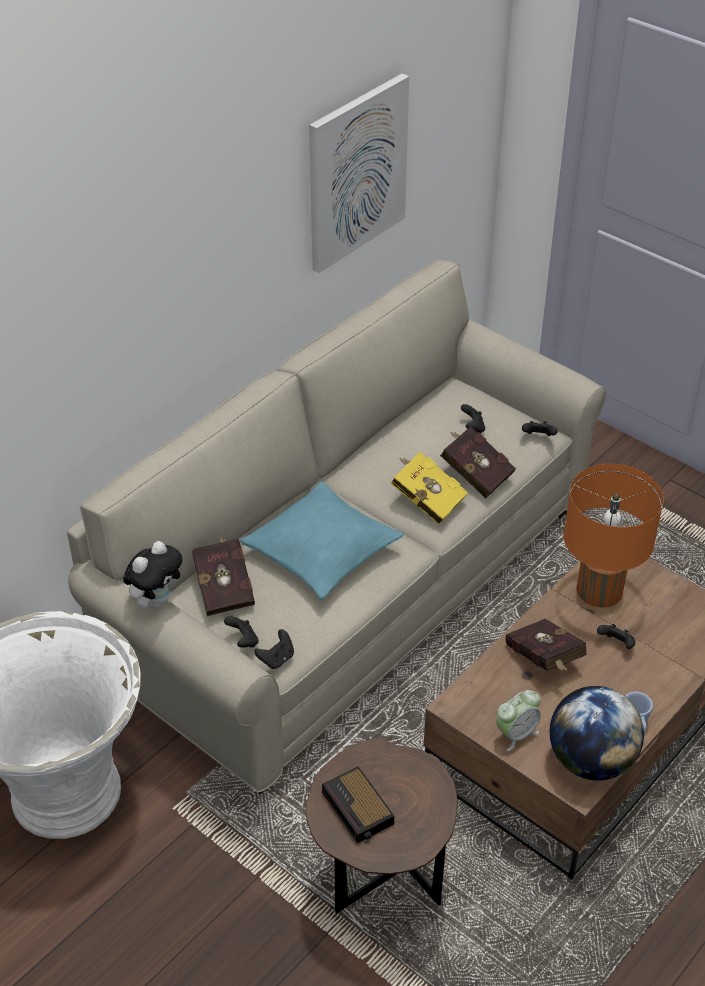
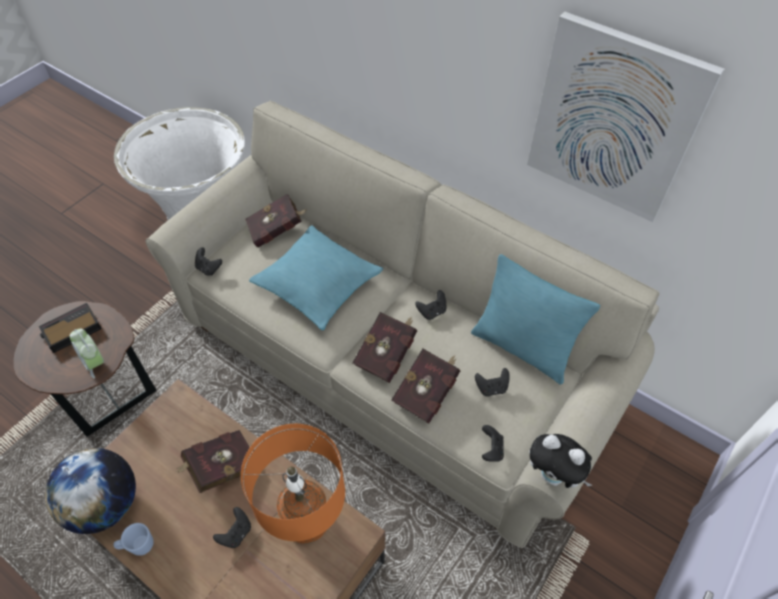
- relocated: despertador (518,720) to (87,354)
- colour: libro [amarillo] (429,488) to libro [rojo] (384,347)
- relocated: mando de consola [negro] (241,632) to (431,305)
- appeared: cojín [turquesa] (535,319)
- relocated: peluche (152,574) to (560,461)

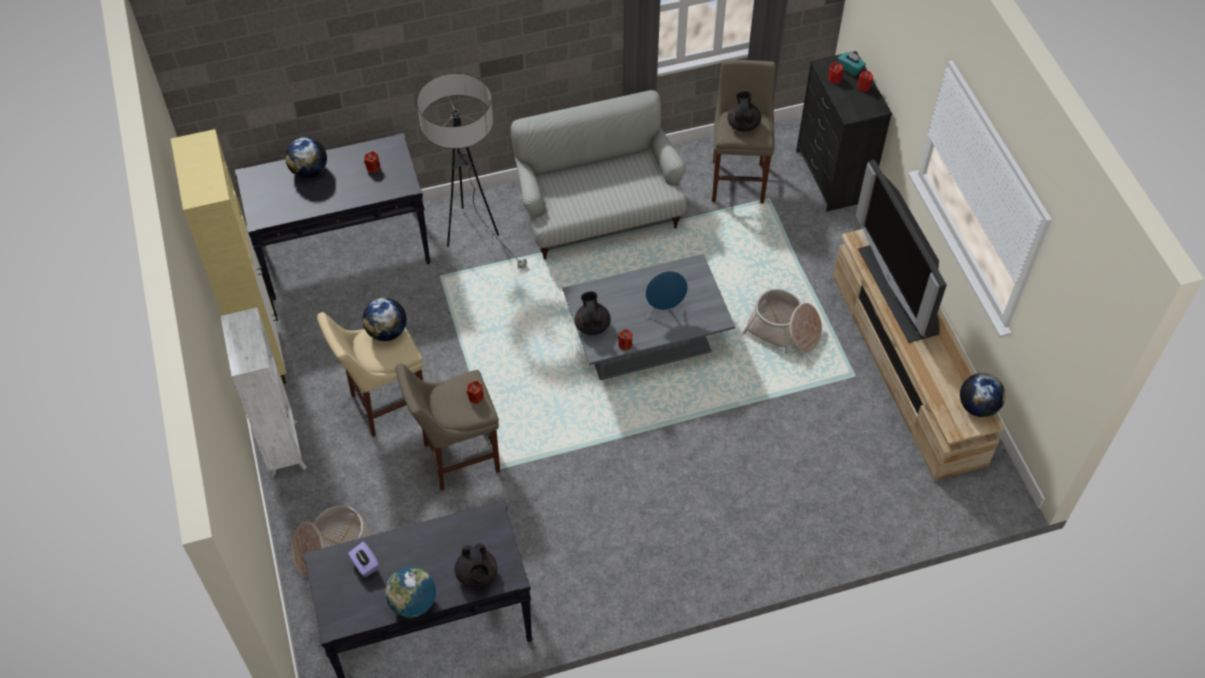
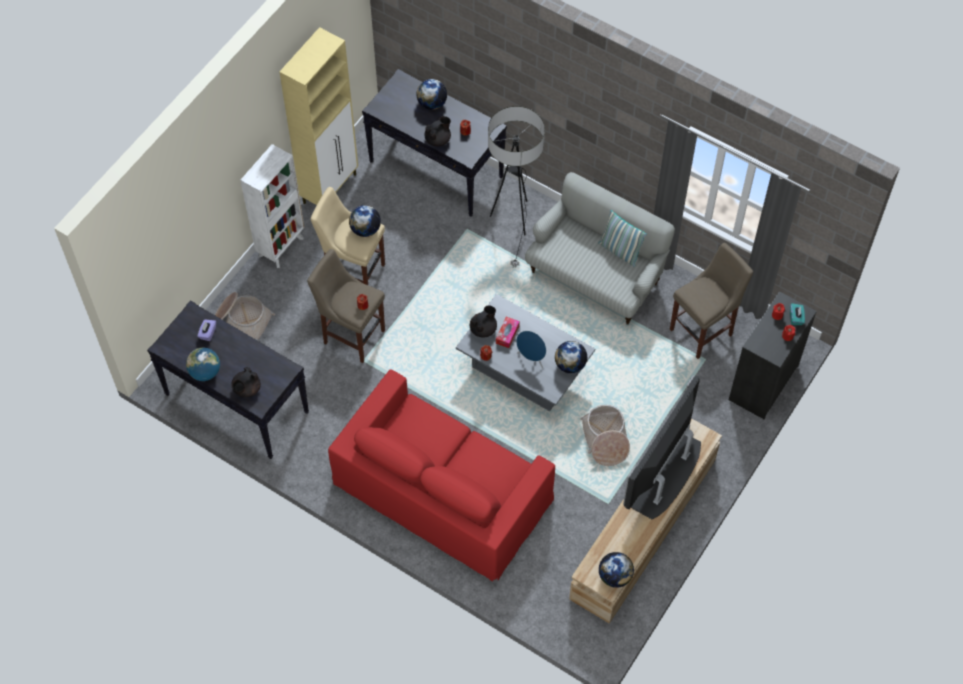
- appeared: sofá [rojo] (441,475)
- relocated: tetera [negro] (744,111) to (438,131)
- appeared: caja de pañuelos (508,332)
- appeared: globo terráqueo (571,357)
- appeared: cojín (622,238)

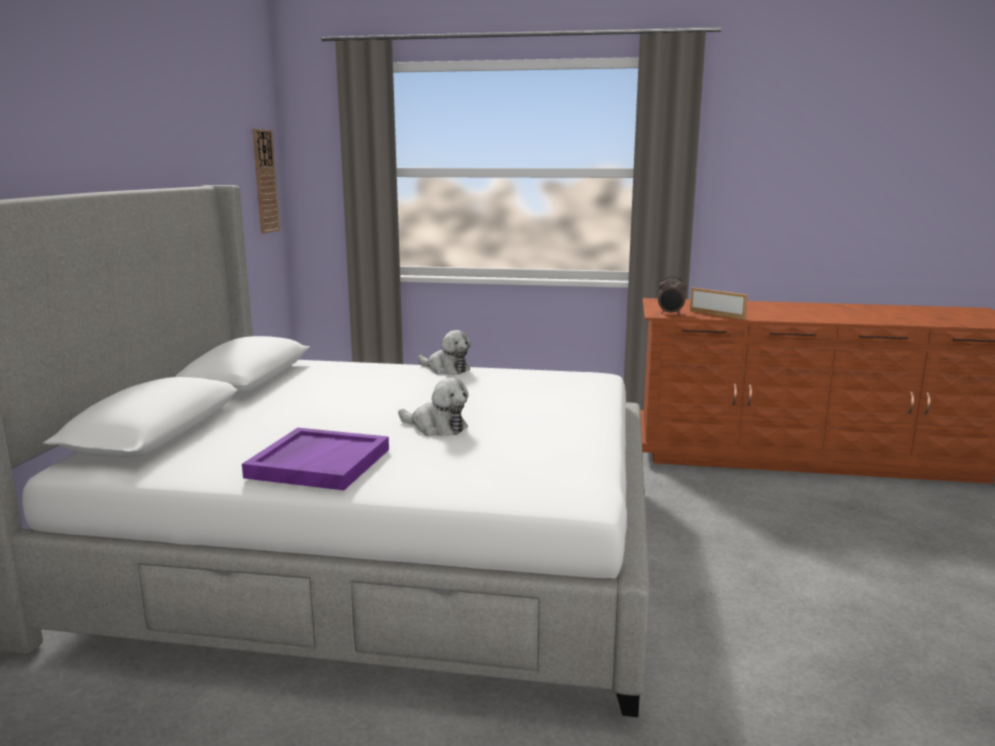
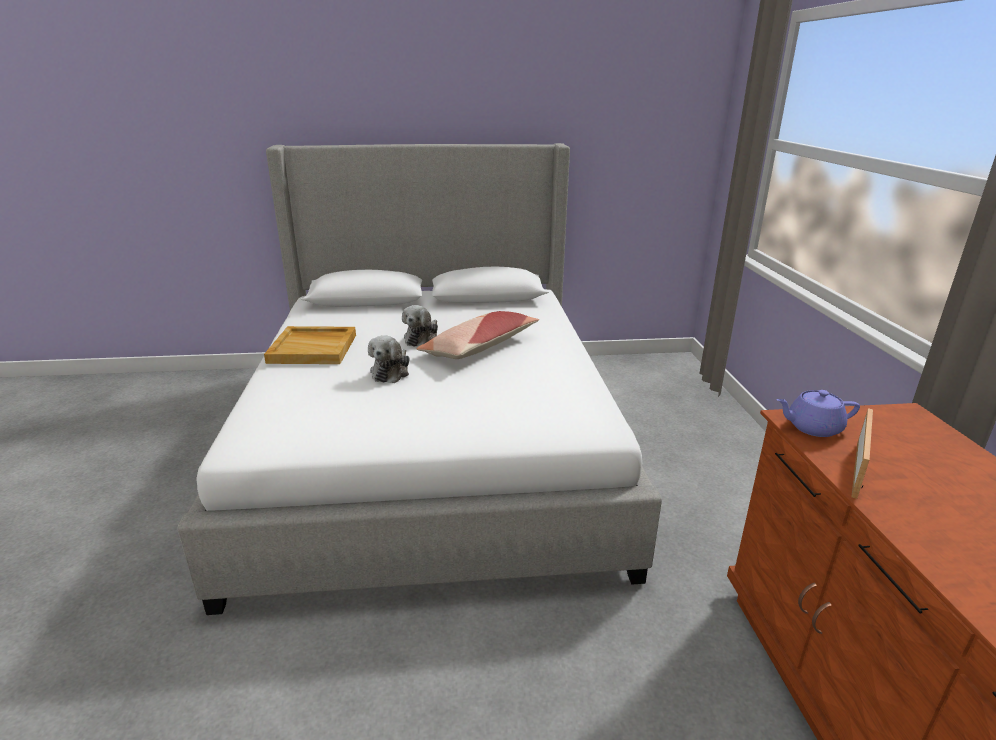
- colour: bandeja [morado] (315,459) to bandeja [beis] (310,345)
- relocated: peluche (444,352) to (420,326)
- appeared: cojín (477,335)
- exchanged: despertador (672,295) to tetera [morado] (818,413)
- missing: reloj de pared (266,181)

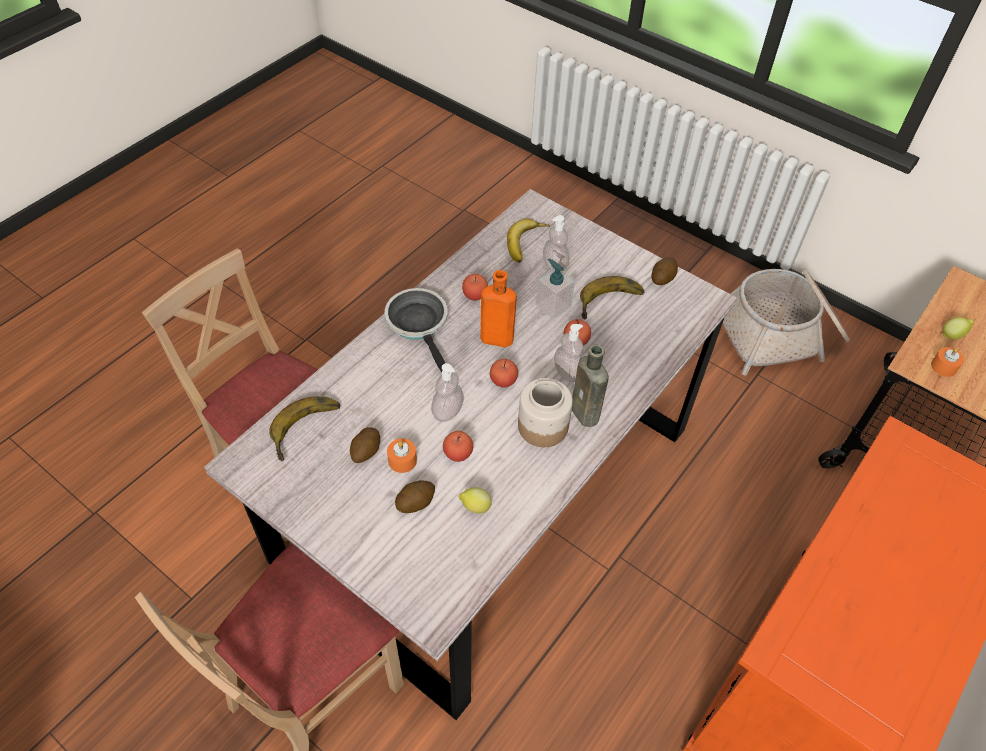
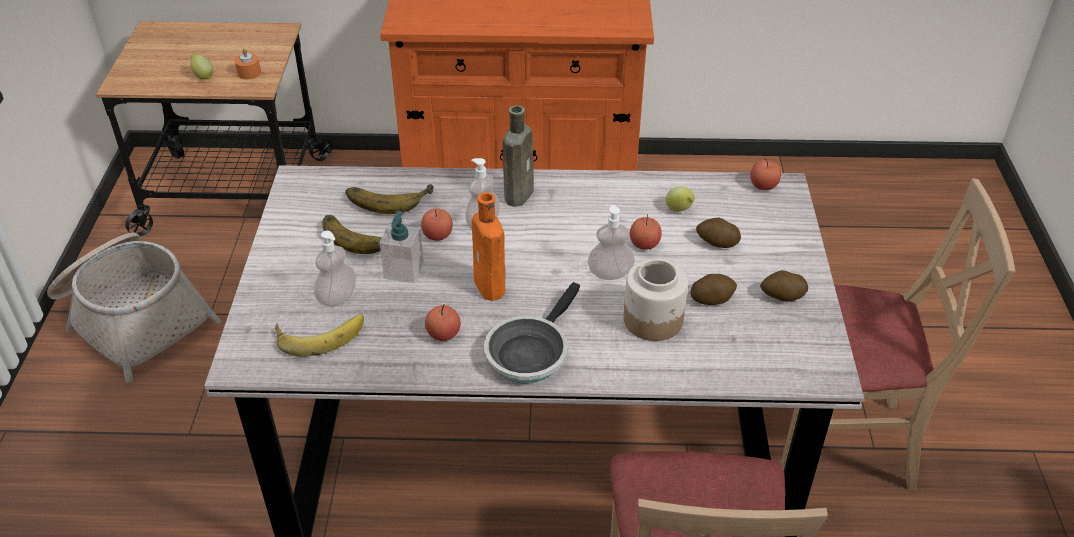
- relocated: plátano (304,428) to (389,199)
- relocated: tarro (545,412) to (655,300)
- relocated: manzana (504,373) to (765,174)
- relocated: patata (664,271) to (784,285)
- missing: vela [naranja] (402,455)

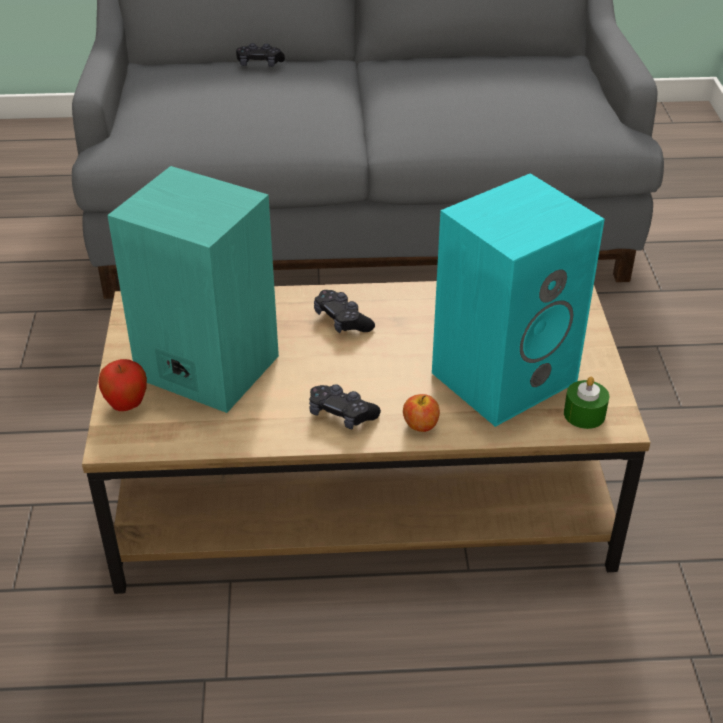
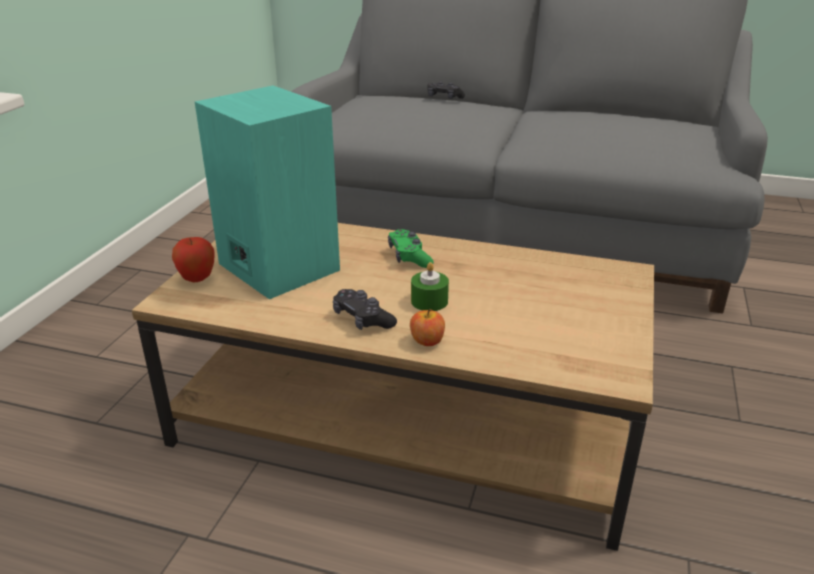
- colour: mando de consola [negro] (344,311) to mando de consola [verde] (411,248)
- relocated: vela [verde] (586,403) to (430,286)
- missing: altavoz [turquesa] (518,300)

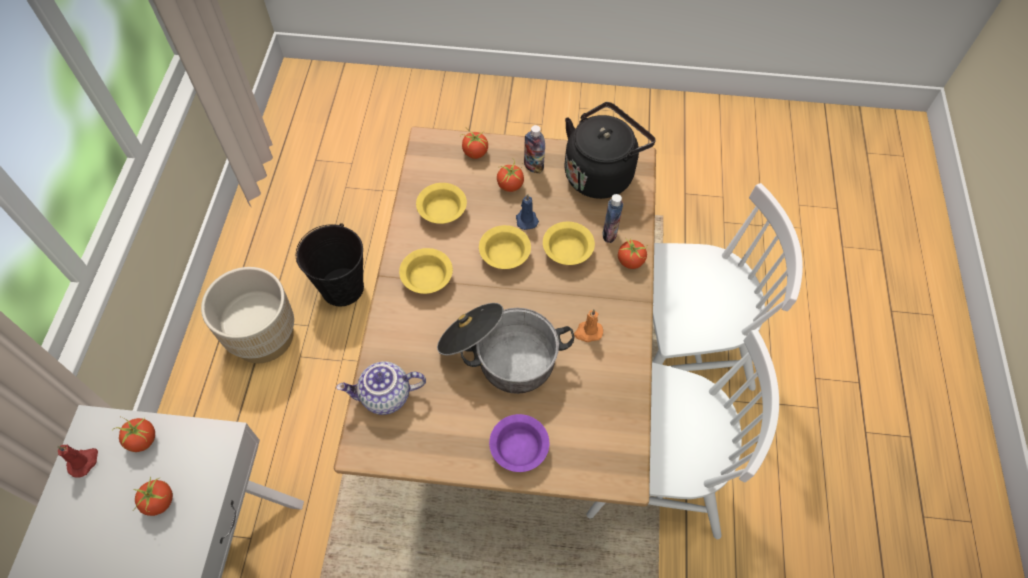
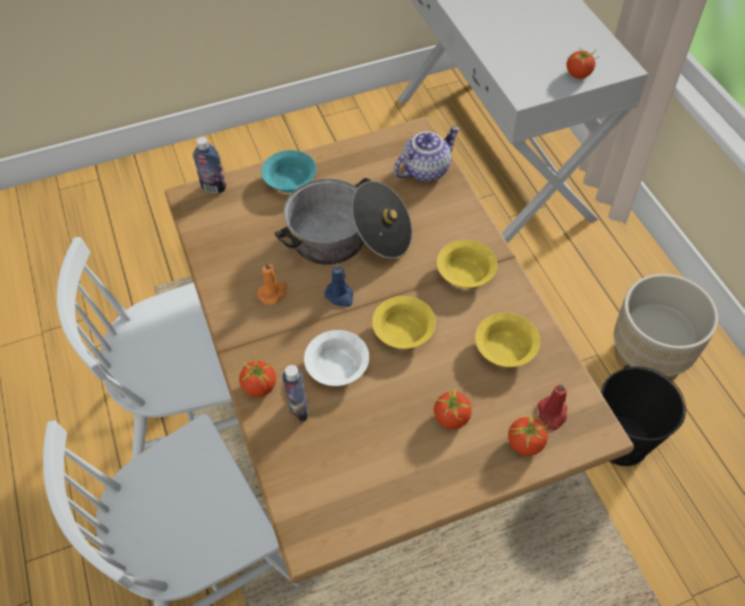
- relocated: botella (534,149) to (209,165)
- colour: cuenco [morado] (519,443) to cuenco [turquesa] (288,171)
- colour: cuenco [amarillo] (569,243) to cuenco [blanco] (336,358)
- relocated: vela [azul] (527,212) to (338,285)
- relocated: vela [rojo] (77,461) to (553,407)
- missing: tomate (153,496)
- missing: hervidor [negro] (610,150)

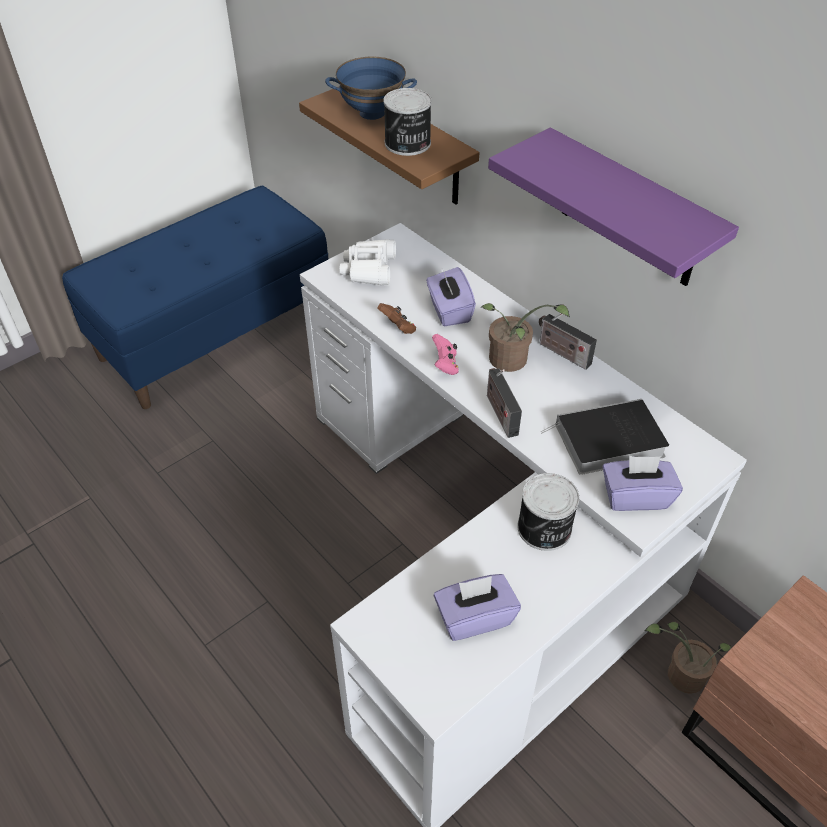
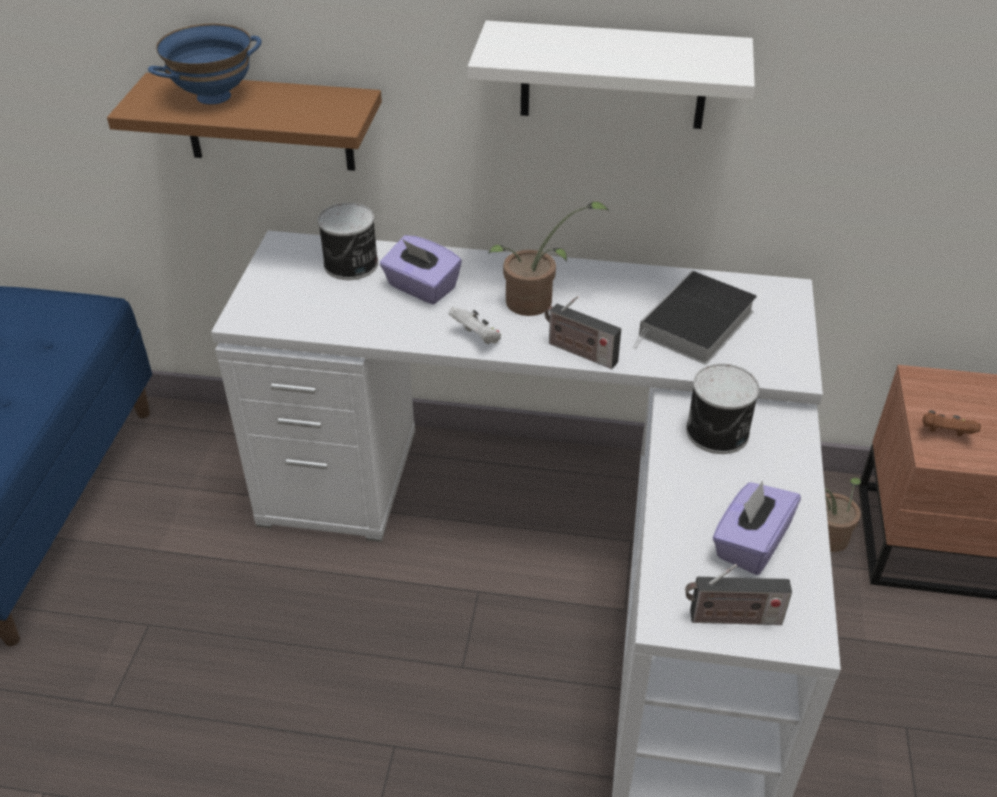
- relocated: lata (407,122) to (348,241)
- colour: mando de consola [rosa] (445,354) to mando de consola [blanco] (475,325)
- colour: estante [morado] (613,207) to estante [blanco] (611,75)
- relocated: radio (568,341) to (738,594)
- relocated: mando de consola [marrón] (396,318) to (952,423)
- missing: prismáticos [blanco] (367,262)
- missing: caja de pañuelos [morado] (642,483)

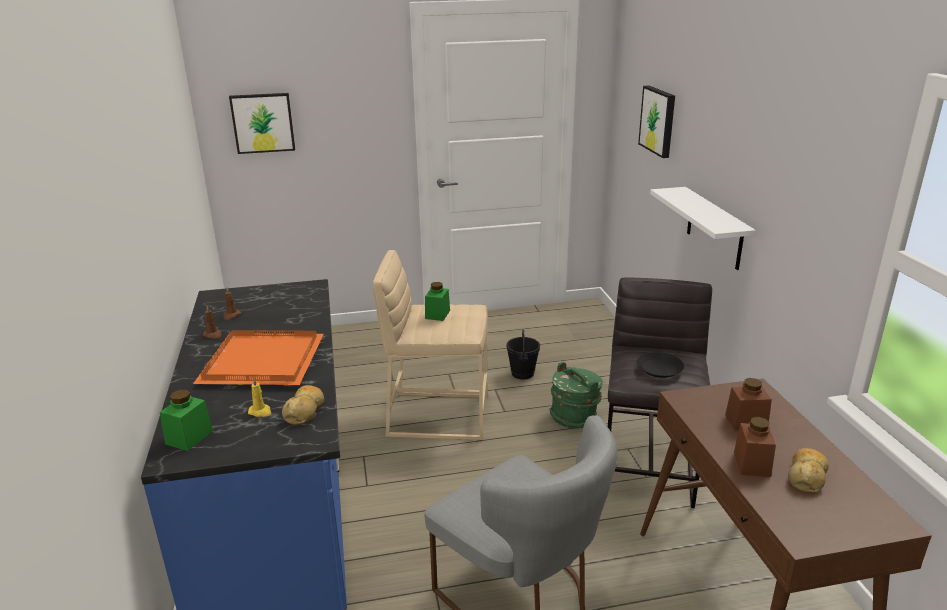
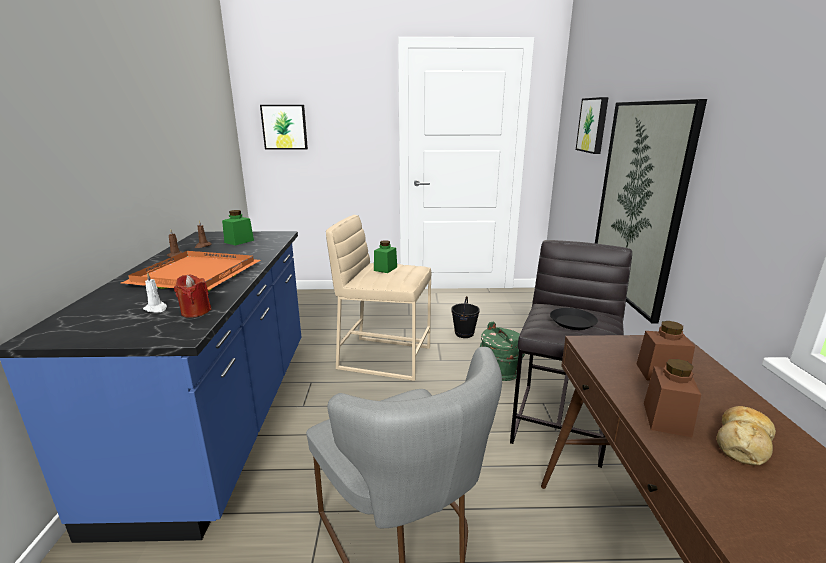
- colour: vela [amarillo] (259,397) to vela [blanco] (155,293)
- exchanged: pan (303,405) to vela [rojo] (192,296)
- relocated: tarro [verde] (186,420) to (238,228)
- exchanged: estante [blanco] (703,228) to cuadro (651,211)

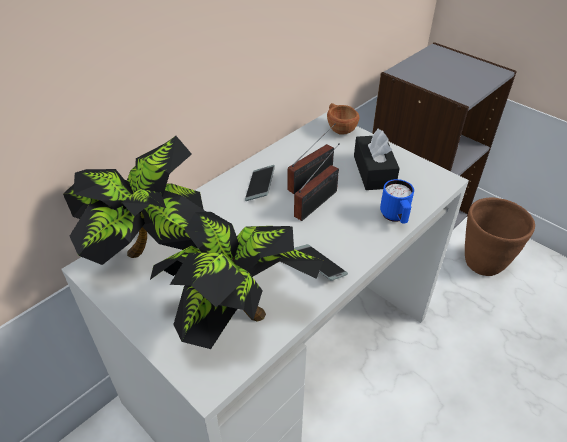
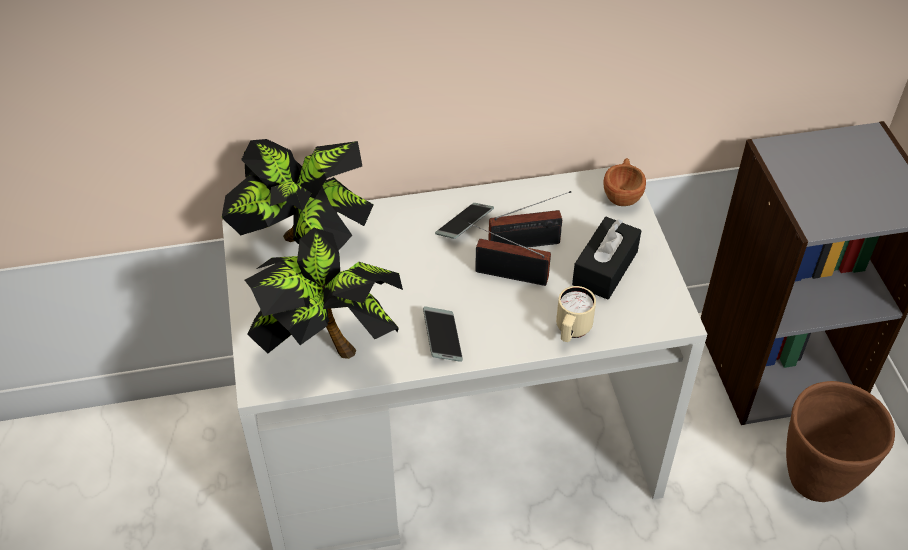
- spun: radio (316,182) = (509,254) 150 degrees counterclockwise
- colour: taza grande [azul] (397,201) to taza grande [beis] (576,314)

